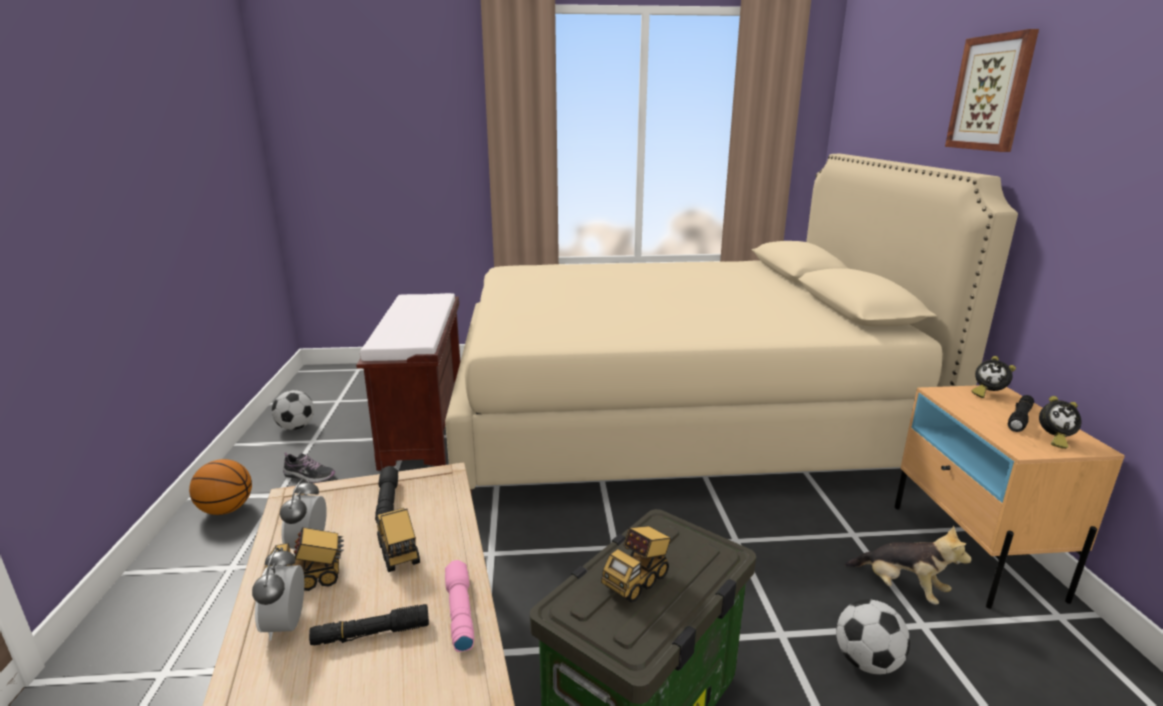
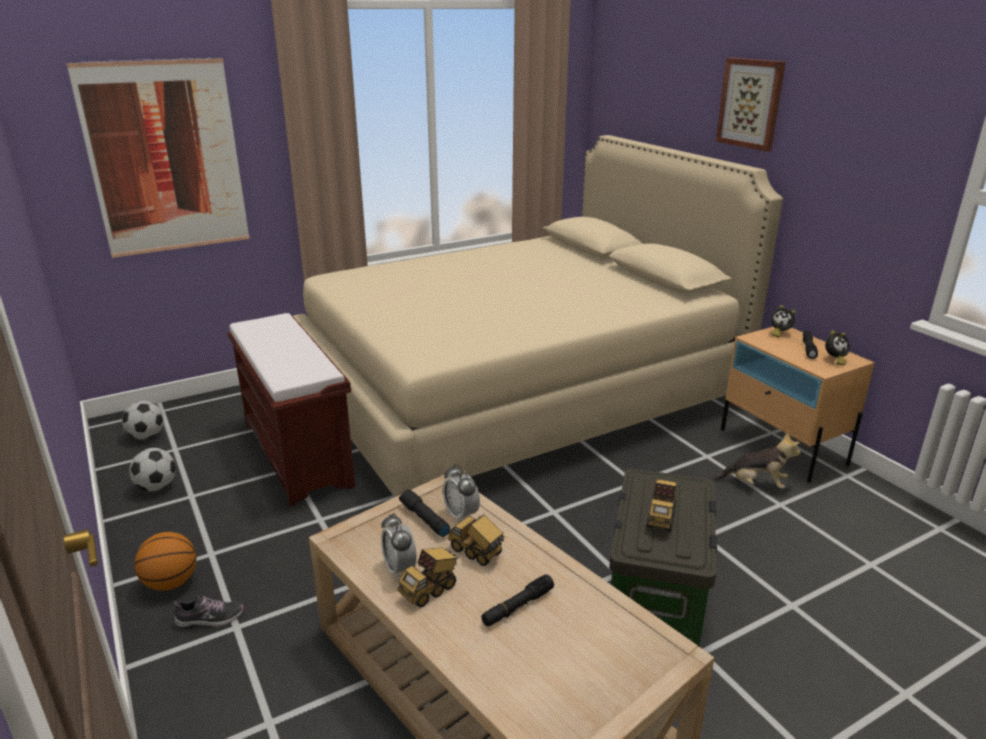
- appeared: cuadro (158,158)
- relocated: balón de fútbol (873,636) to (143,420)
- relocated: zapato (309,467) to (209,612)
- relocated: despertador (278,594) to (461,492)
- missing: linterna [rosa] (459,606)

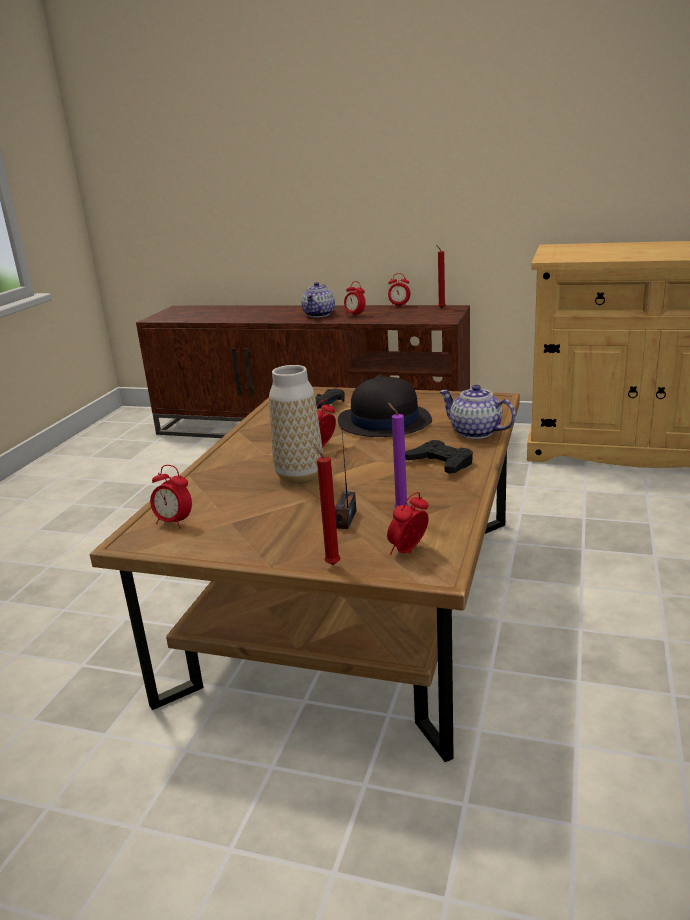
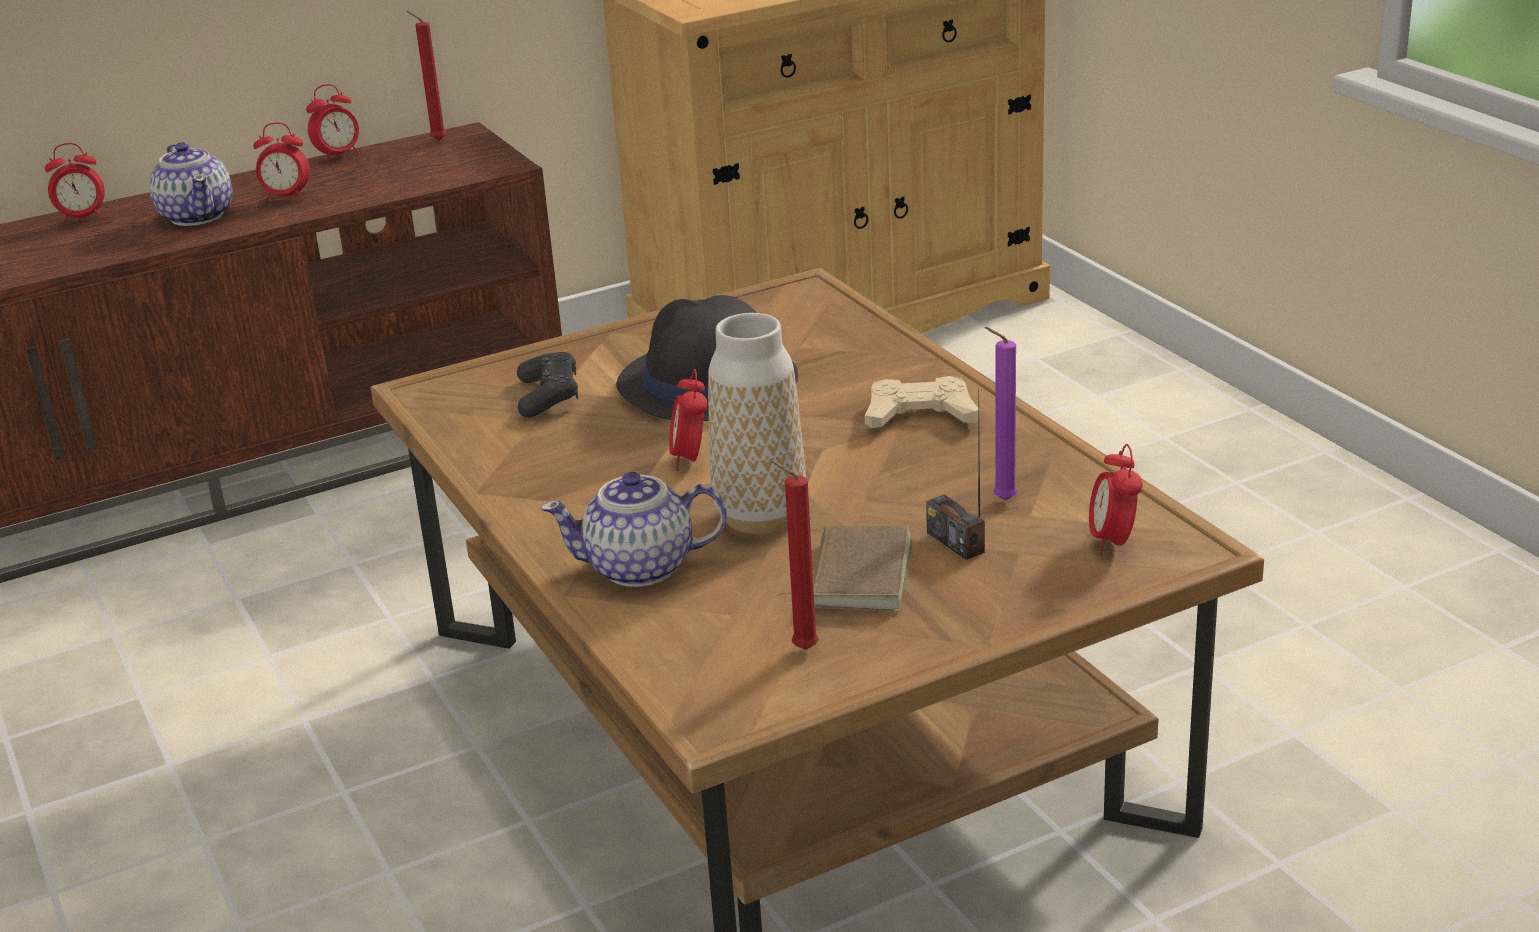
- relocated: despertador (171,497) to (75,184)
- relocated: tetera (477,412) to (633,529)
- relocated: vela [rojo] (326,504) to (795,555)
- appeared: libro [marrón] (845,569)
- colour: mando de consola [negro] (439,457) to mando de consola [beis] (922,402)

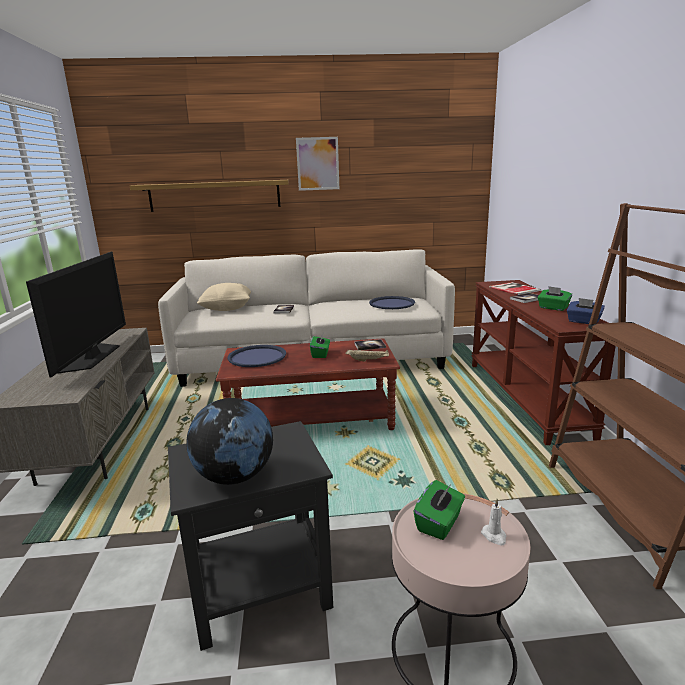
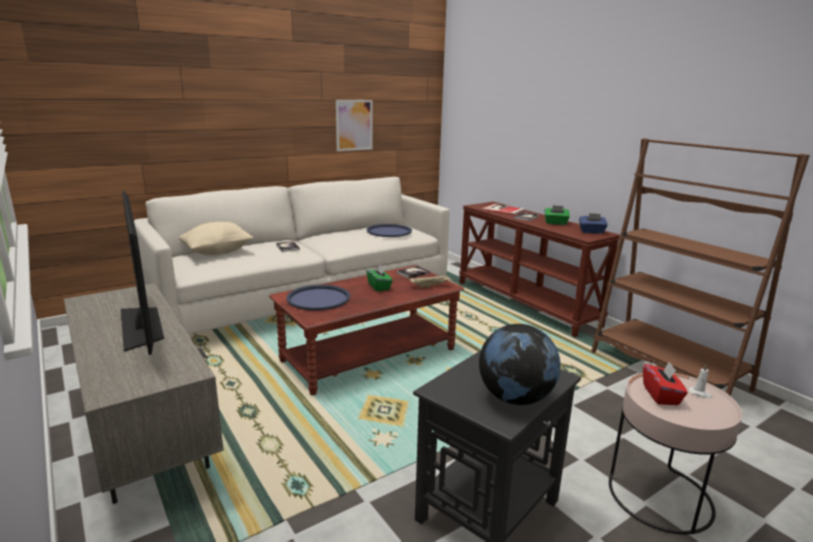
- relocated: cuadro (317,164) to (354,125)
- colour: caja de pañuelos [verde] (439,510) to caja de pañuelos [rojo] (665,383)
- missing: estante (209,196)

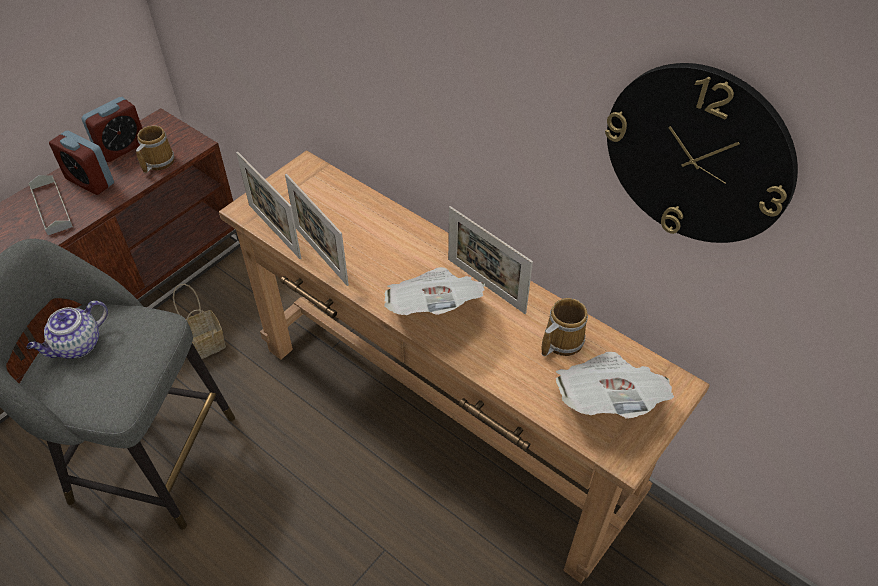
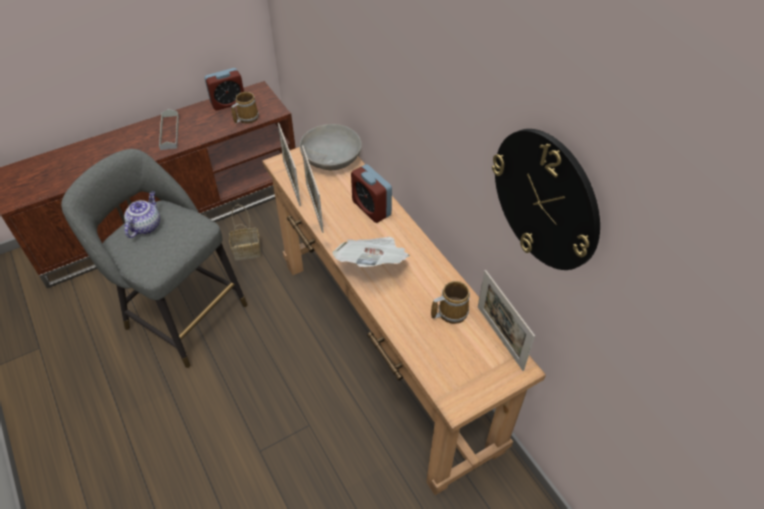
- spun: tetera (67,329) = (142,214) 135 degrees clockwise
- appeared: cuenco [gris] (330,147)
- relocated: despertador (81,163) to (371,193)
- relocated: portarretratos (490,260) to (506,320)
- missing: periódico (615,385)

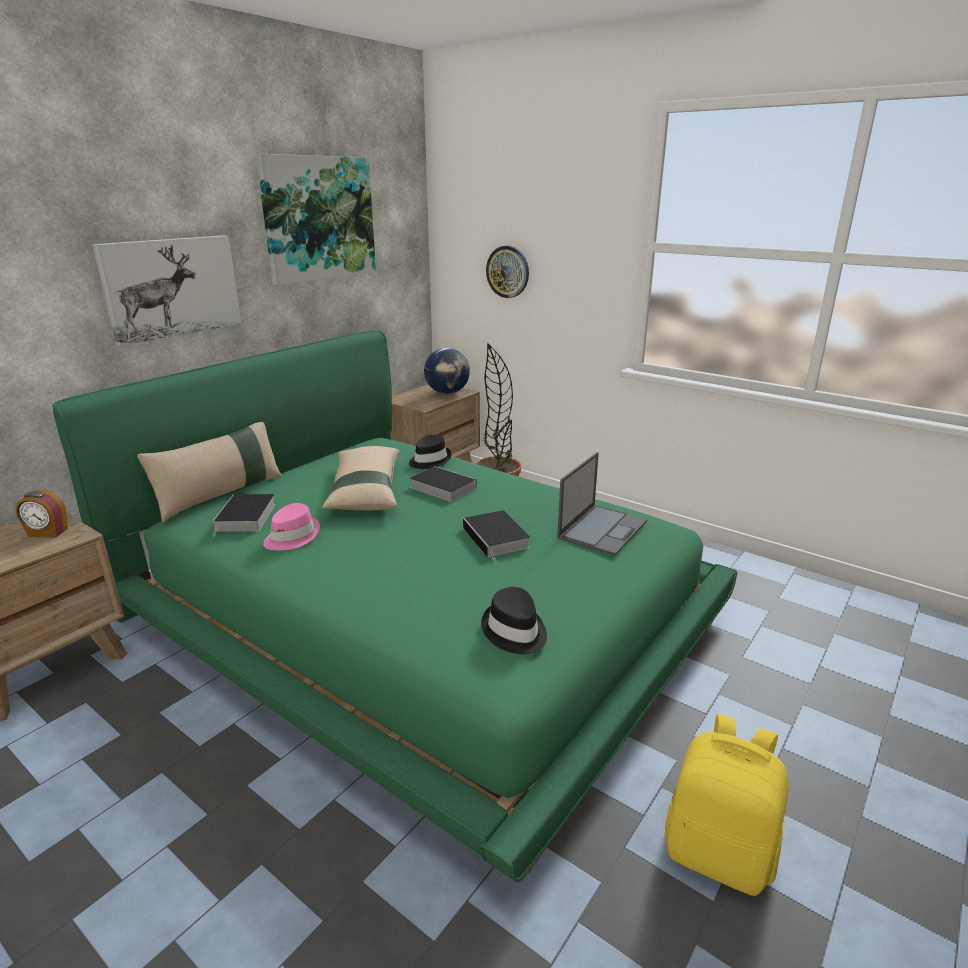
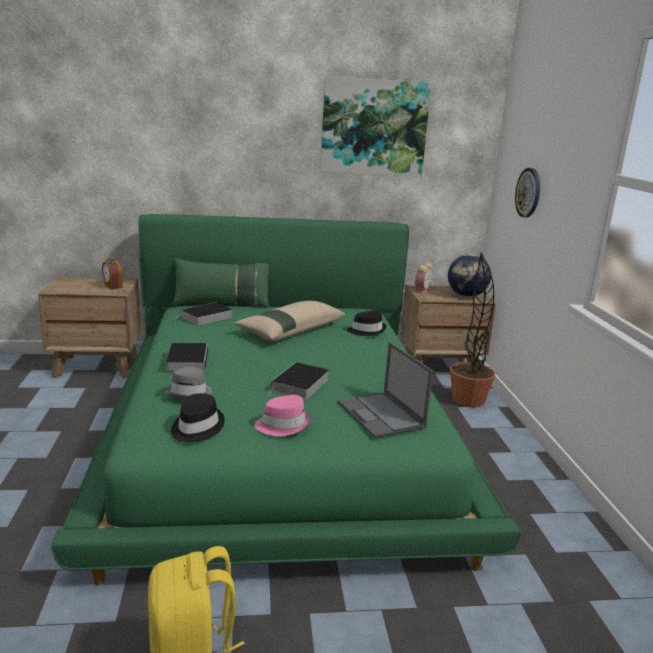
- appeared: sombrero [gris] (189,383)
- relocated: libro (442,484) to (187,357)
- colour: cojín [beis] (210,472) to cojín [verde] (221,283)
- relocated: sombrero [rosa] (291,526) to (282,415)
- spun: portátil (602,504) = (385,390) 75 degrees clockwise
- appeared: despertador (423,278)
- missing: cuadro (167,290)

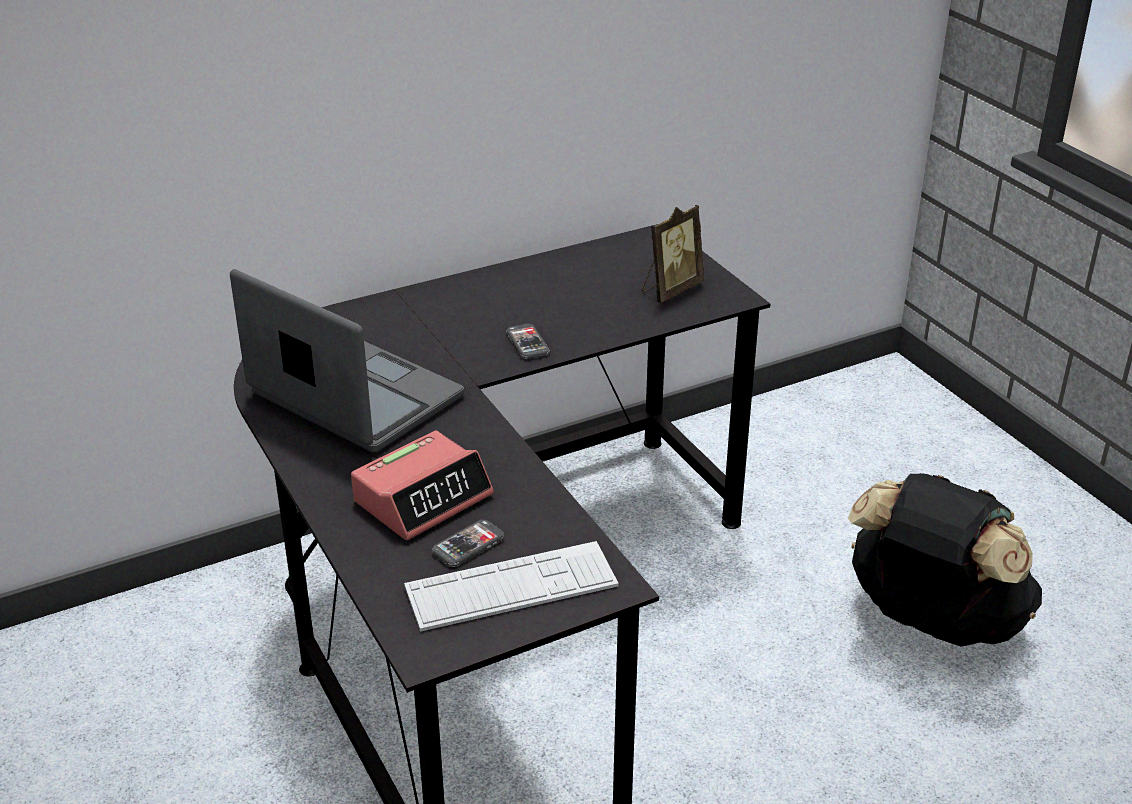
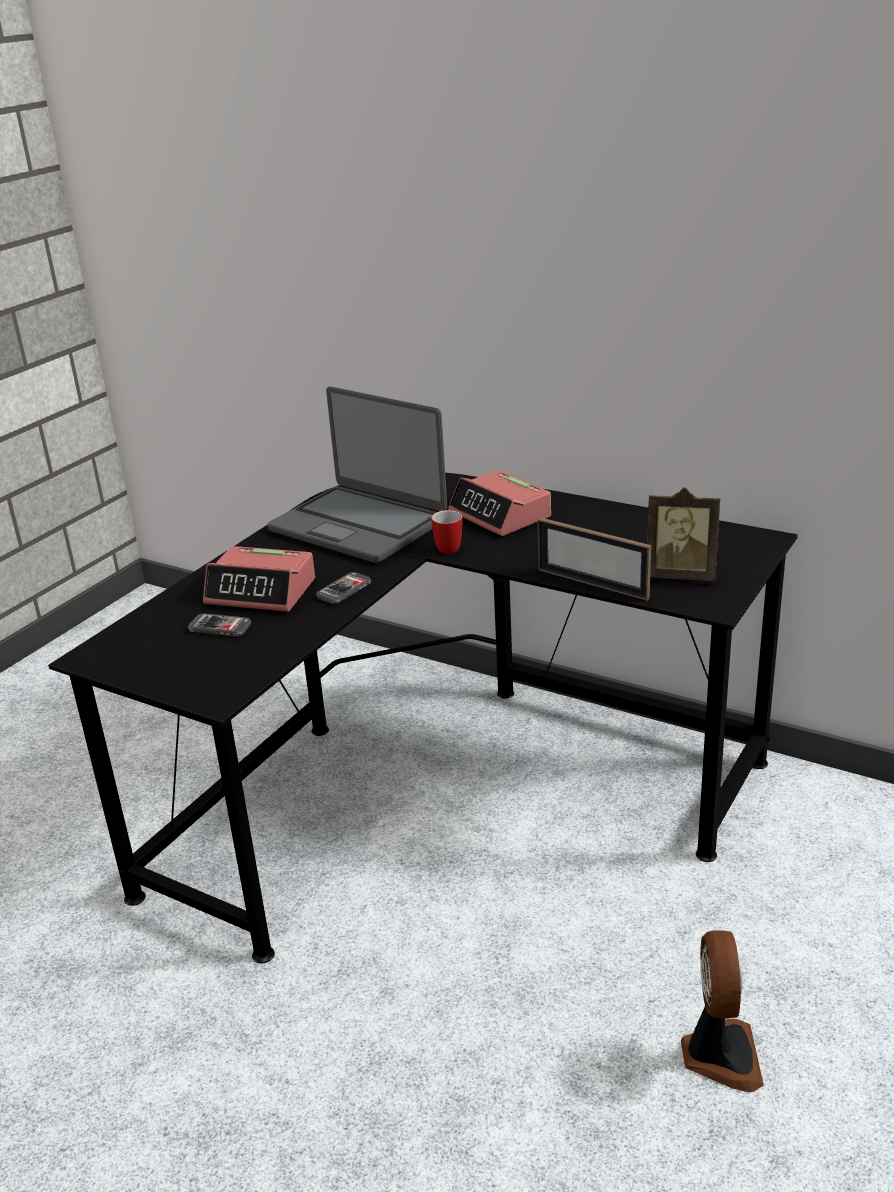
- spun: portátil (347,361) = (357,474) 120 degrees clockwise
- relocated: móvil (528,341) to (343,588)
- appeared: taza grande (446,532)
- appeared: despertador (499,503)
- appeared: portarretratos (594,559)
- exchanged: mochila [negro] (945,560) to ventilador (722,1011)
- missing: teclado (511,586)

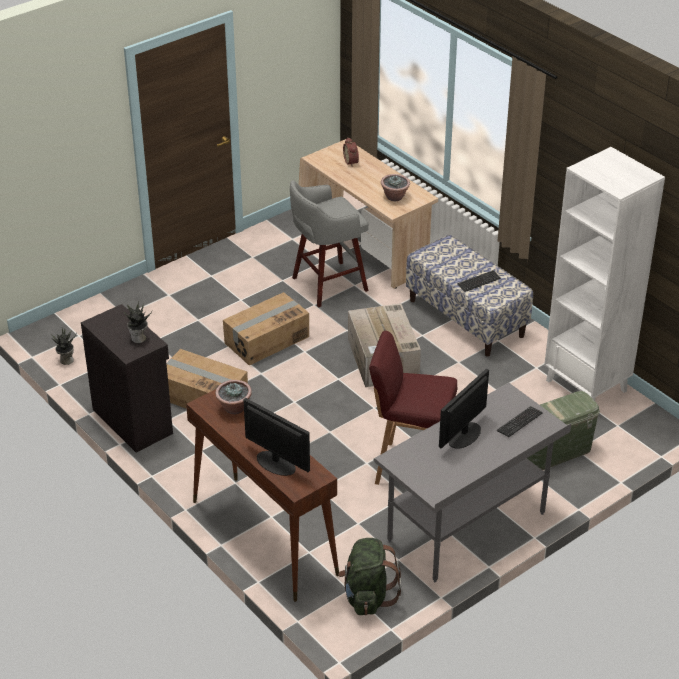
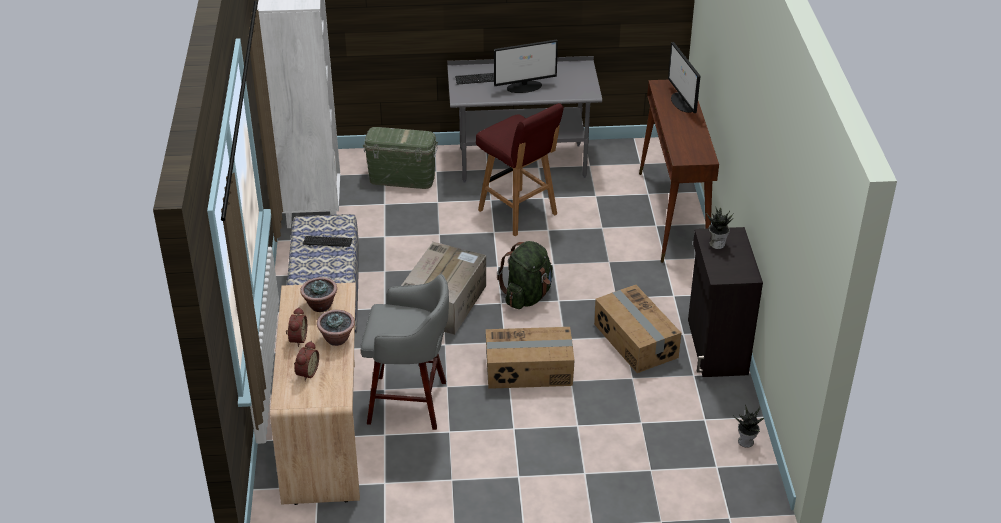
- appeared: despertador (296,327)
- relocated: planta en maceta (233,397) to (336,328)
- relocated: mochila [verde] (370,576) to (524,275)

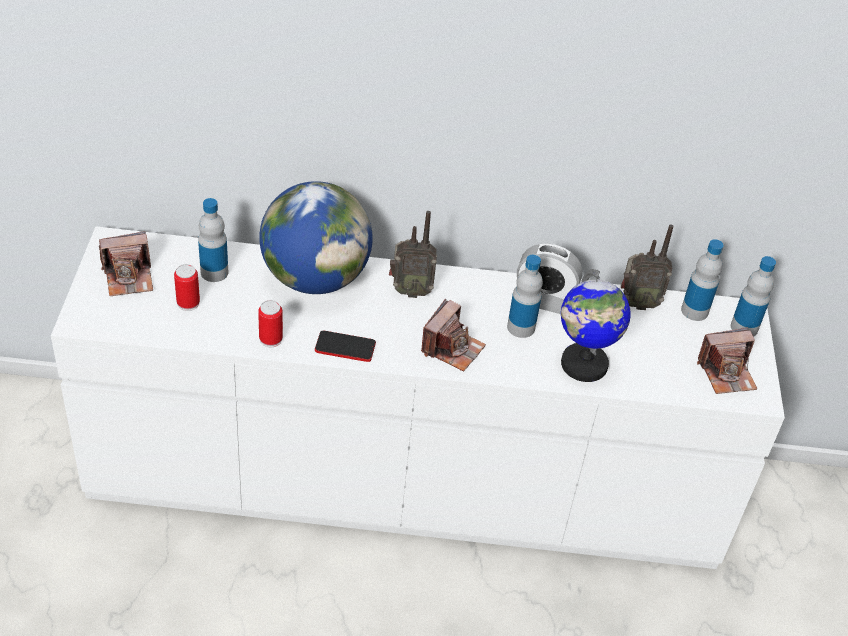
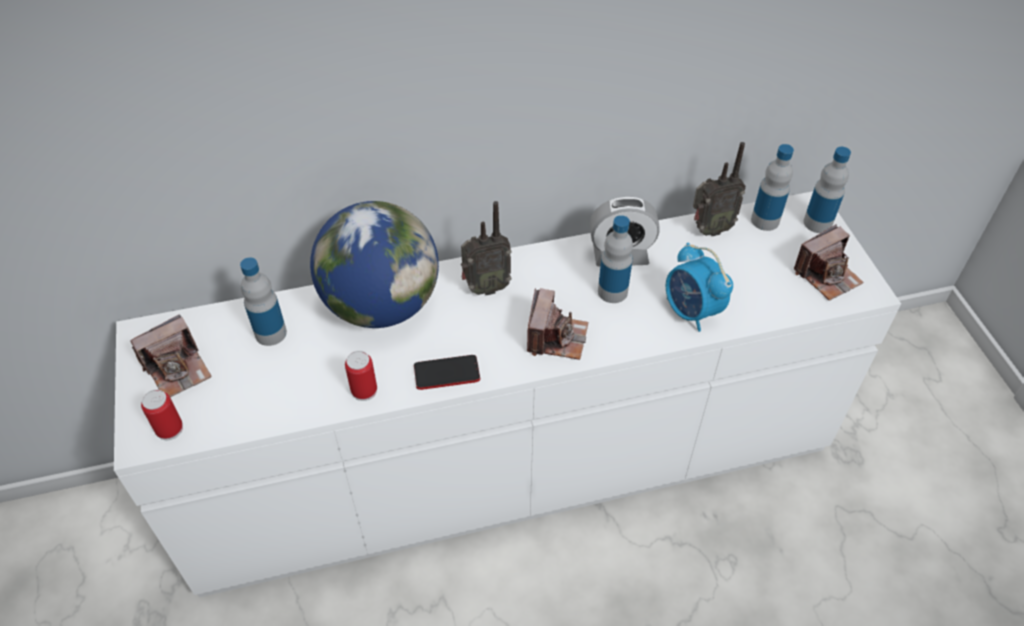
- relocated: lata (187,287) to (162,415)
- exchanged: globo terráqueo (596,325) to despertador (699,287)

